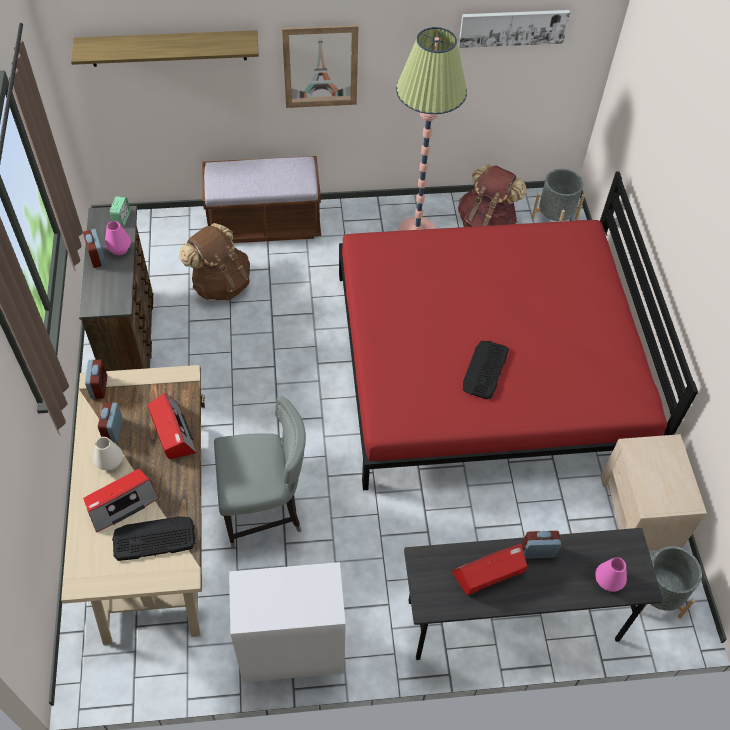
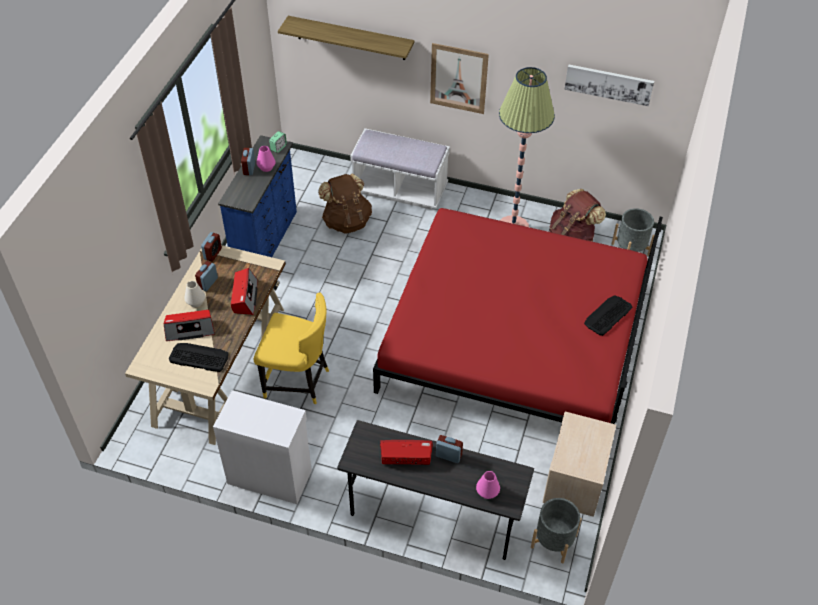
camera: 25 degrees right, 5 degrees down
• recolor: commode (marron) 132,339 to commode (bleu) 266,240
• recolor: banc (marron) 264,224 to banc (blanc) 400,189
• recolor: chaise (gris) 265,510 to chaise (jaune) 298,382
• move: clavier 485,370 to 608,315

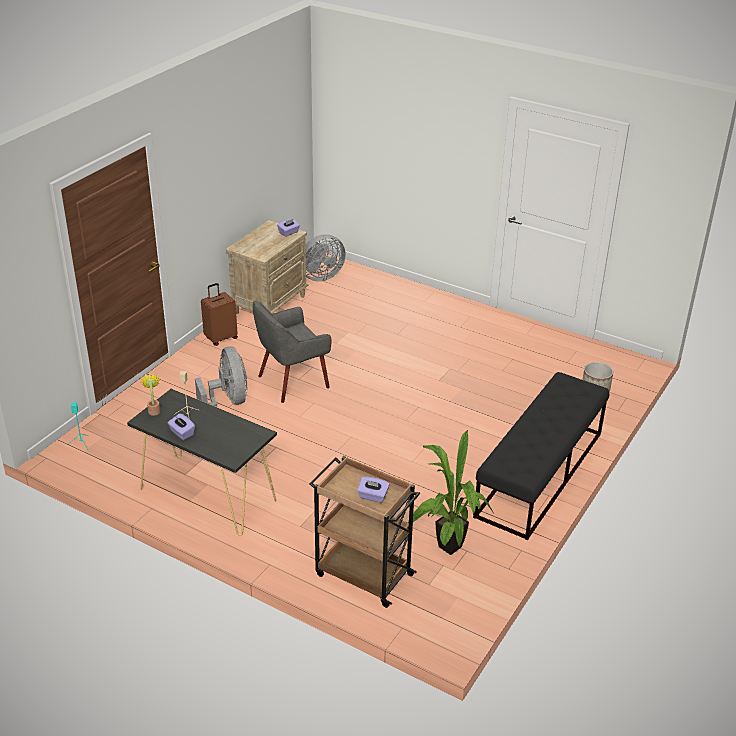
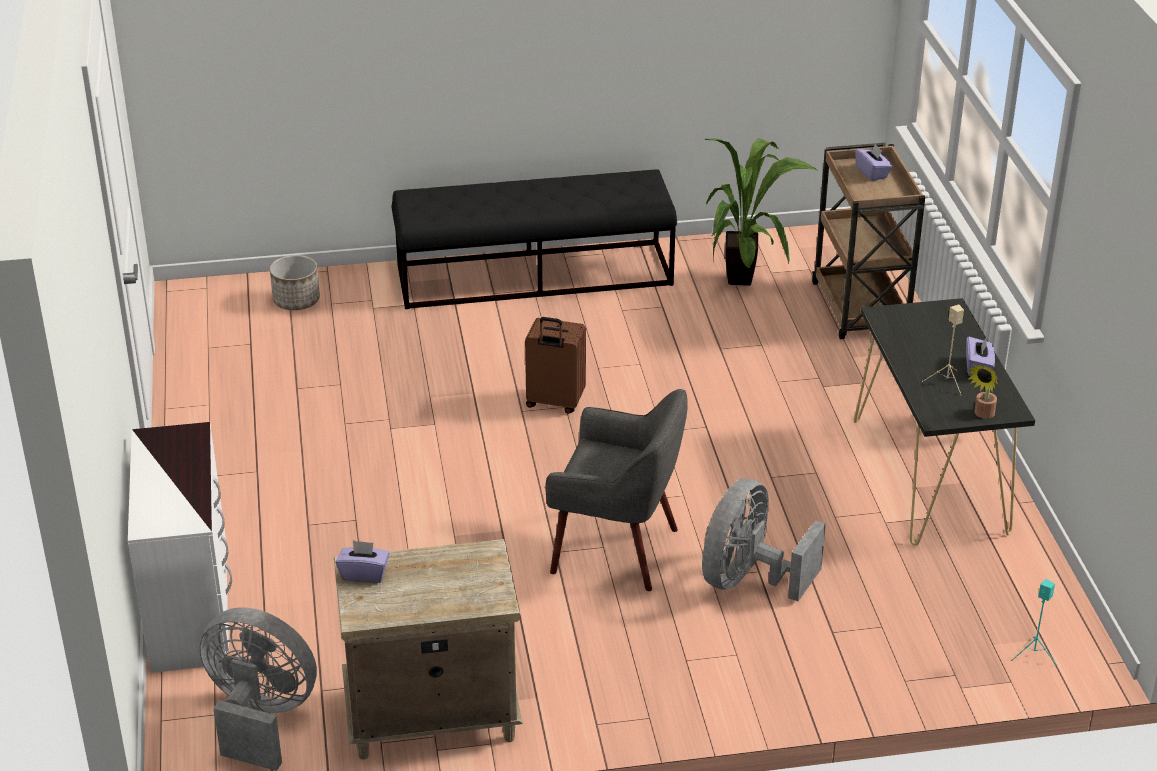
camera: 130 degrees left, 0 degrees up
• move: valise (marron) 220,338 to 554,402
• insert: commode (blanc) 191,608

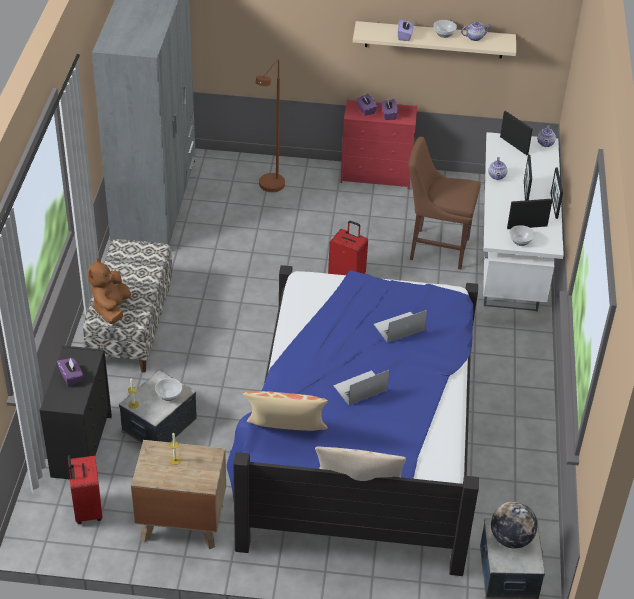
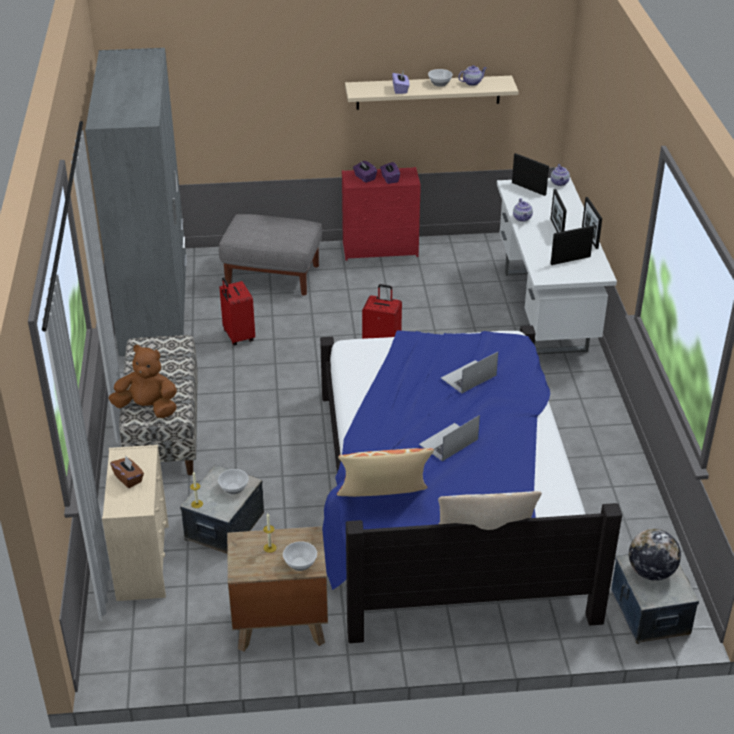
camera: 10 degrees left, 5 degrees down
• recolor: commode (noir) 82,445 to commode (beige) 143,561
• recolor: boîte à mouchoirs (violet) 71,377 to boîte à mouchoirs (marron) 128,478
• move: valise (rouge) 87,510 to 238,336
• rotate: peluche (marron) 111,309 = 147,408 105 degrees clockwise
• replace: lampadaire (marron) 269,189 to pouf (gris) 273,276
• delete: chaise (marron) 436,248
• move: bol 520,241 to 300,563

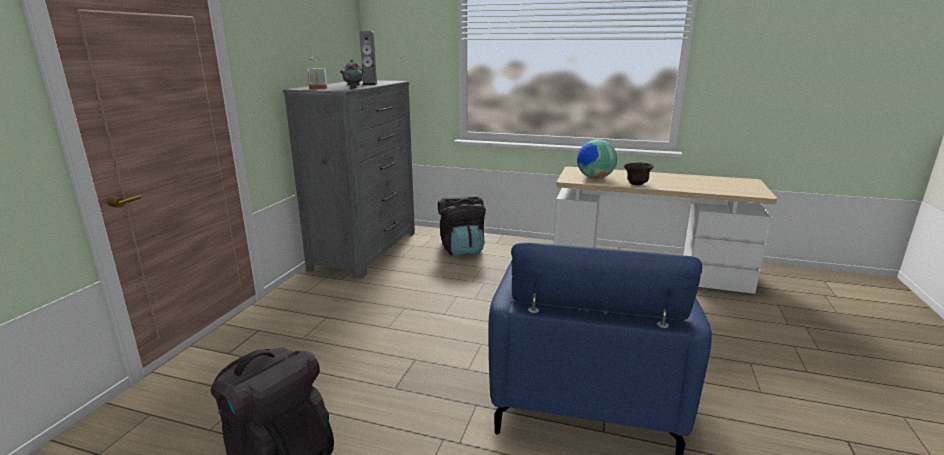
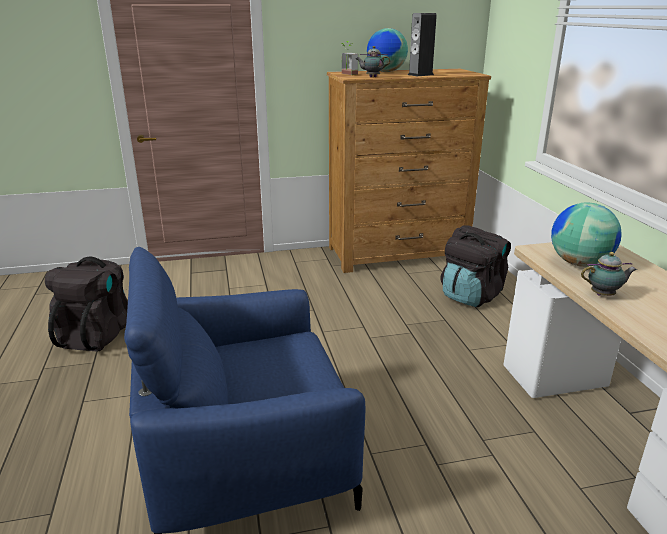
camera: 60 degrees right, 5 degrees up
• recolor: commode (gris) 366,250 to commode (marron) 397,254
• replace: bol (marron) 636,184 to théière 604,295
• insert: globe 386,72

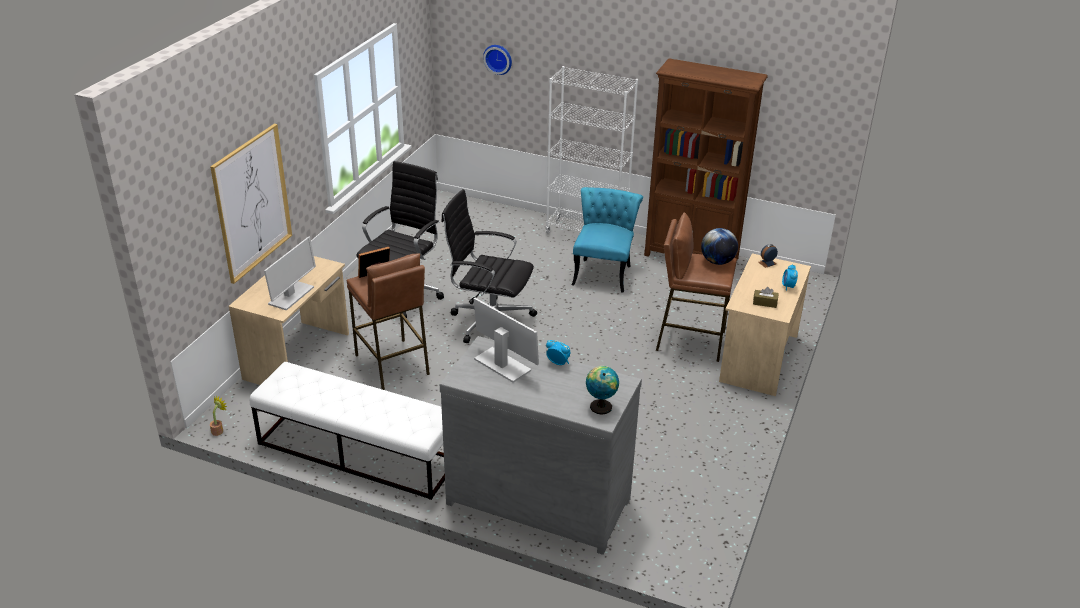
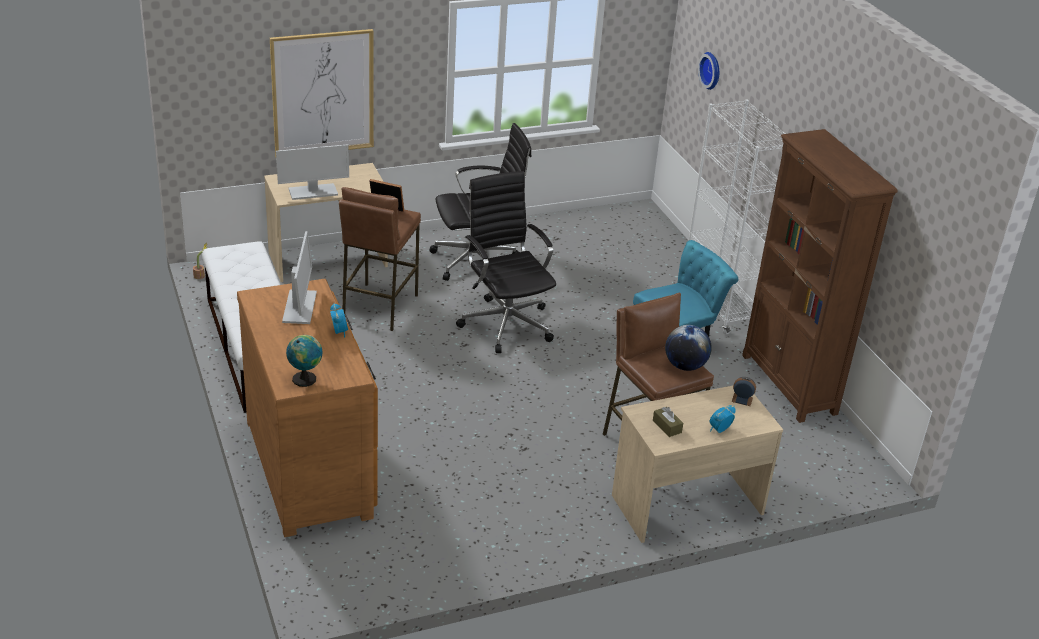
camera: 45 degrees right, 0 degrees up
• recolor: commode (gris) 539,498 to commode (marron) 311,467

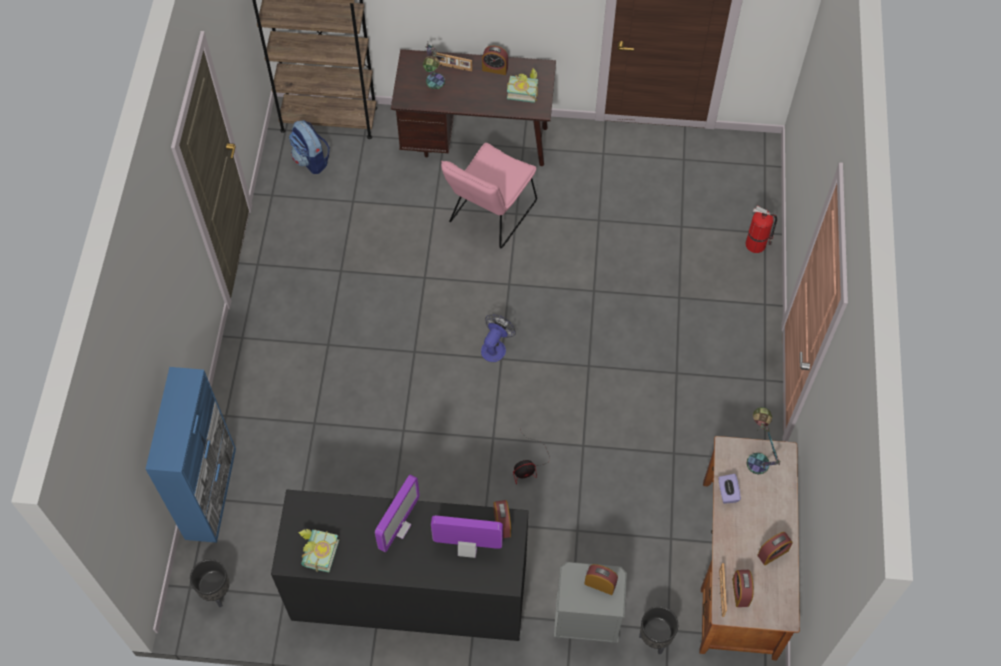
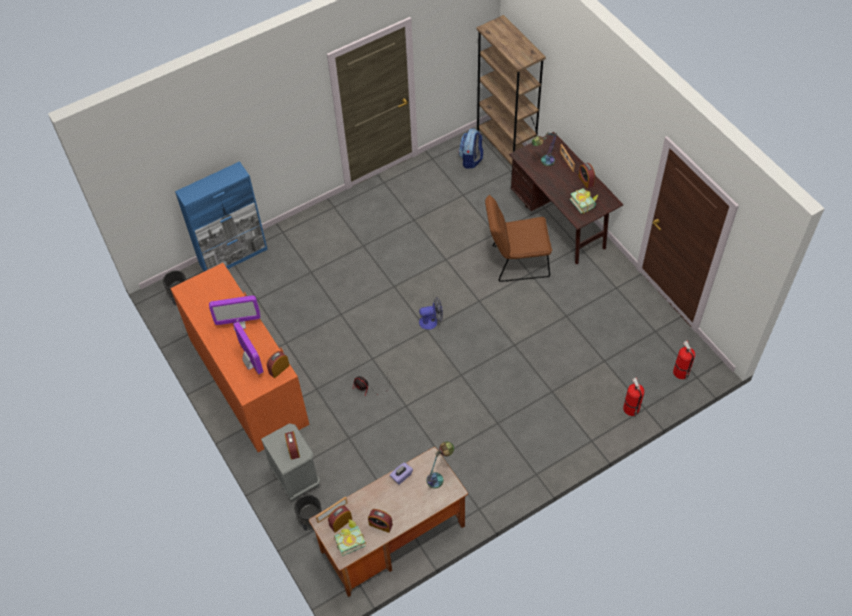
camera: 55 degrees right, 5 degrees down
• recolor: commode (noir) 409,590 to commode (orange) 248,380
• move: livre 317,553 to 349,540
• recolor: chaise (rose) 489,216 to chaise (marron) 515,261
• insert: extincteur 681,373

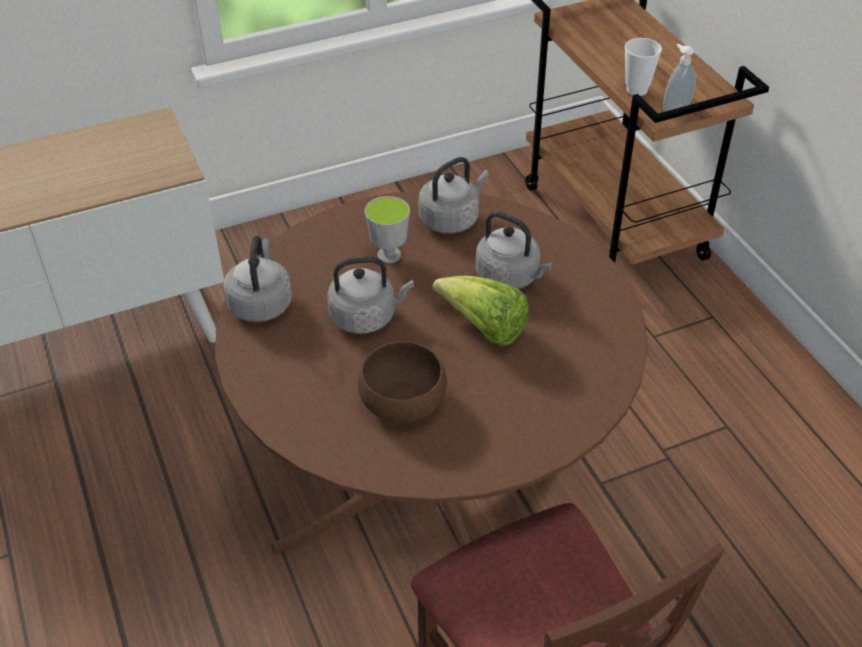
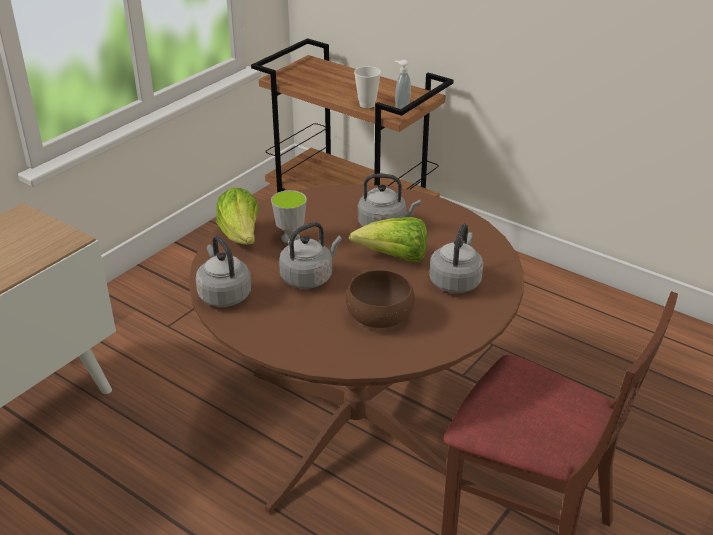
camera: 30 degrees left, 10 degrees down
• move: bouilloire (gris) 451,219 to 456,281
• insert: laitue 241,237

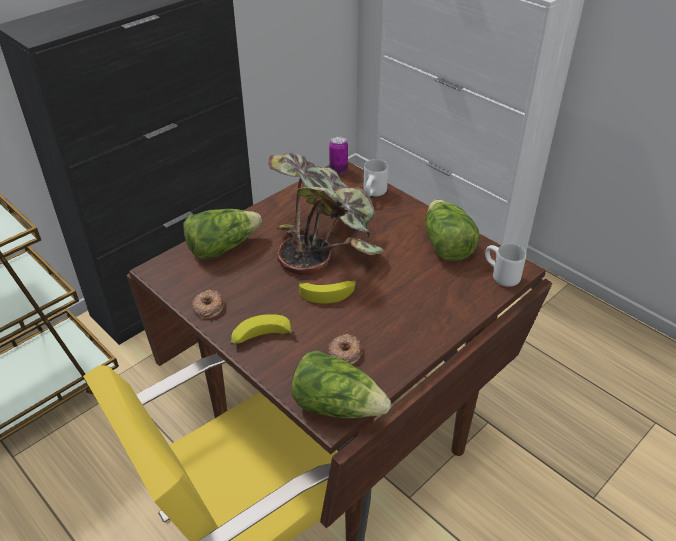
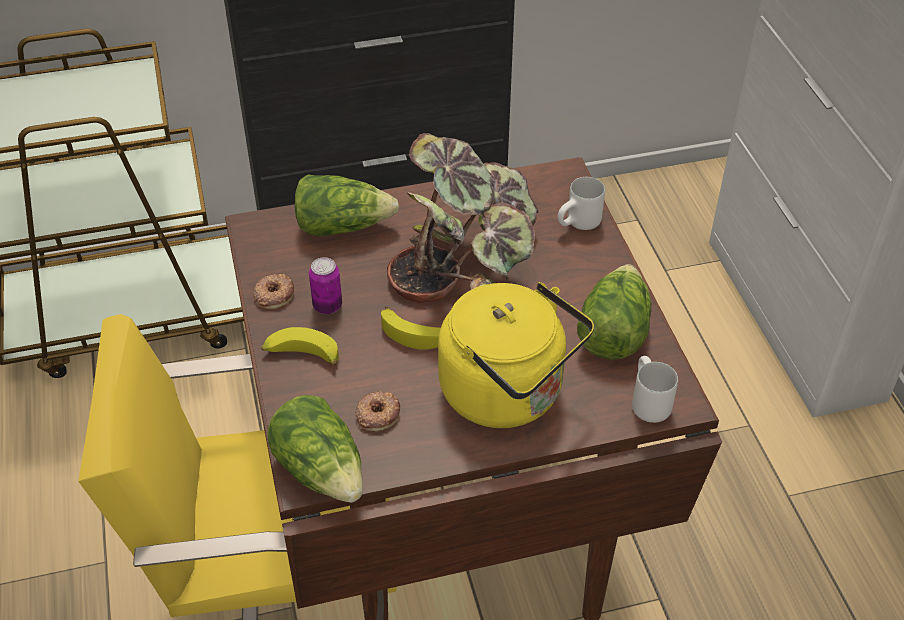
camera: 30 degrees right, 5 degrees up
• move: boîte métallique 338,170 to 327,306
• insert: bouilloire (jaune) 509,394

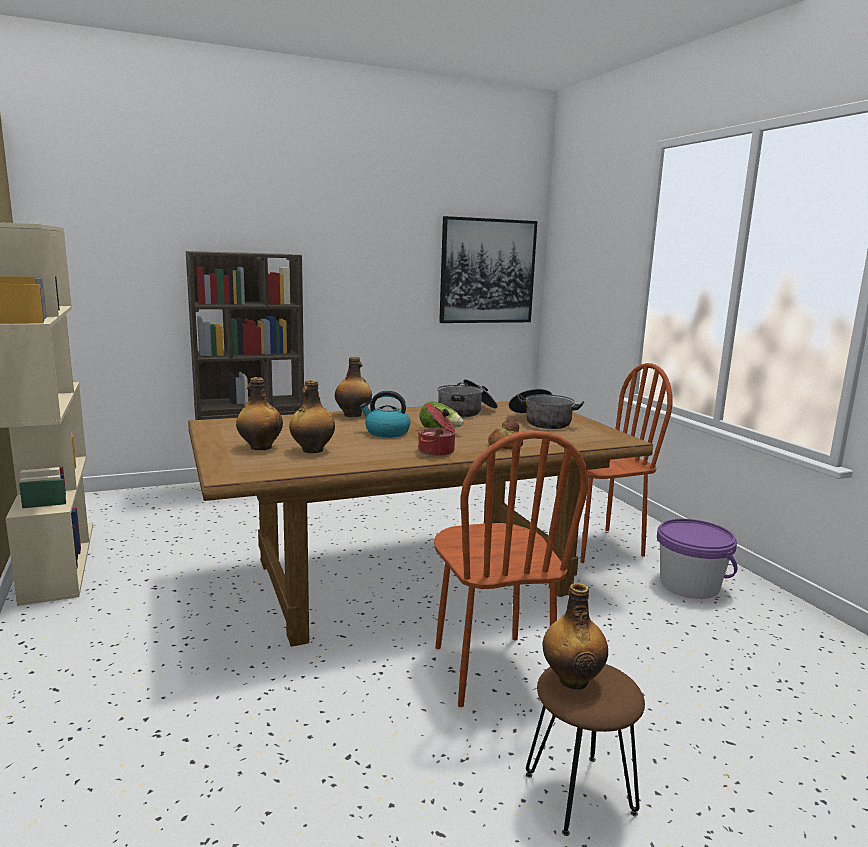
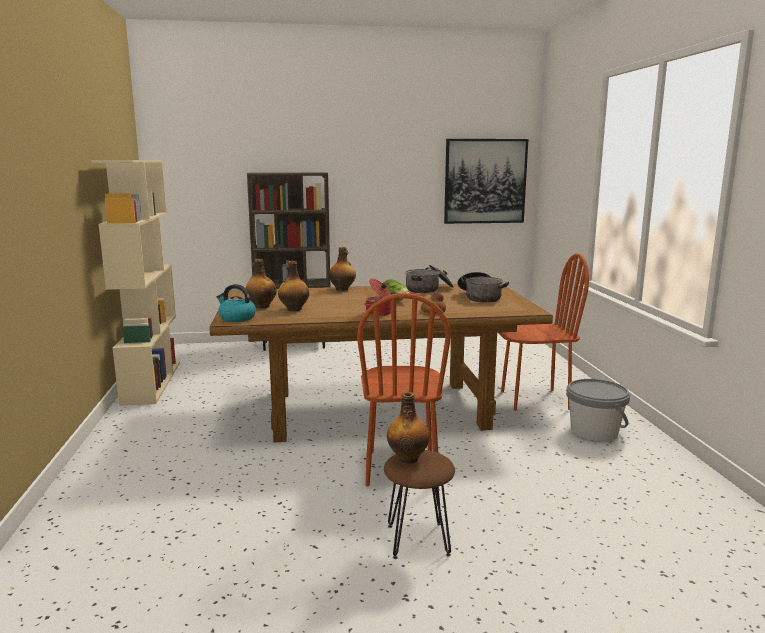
camera: 15 degrees right, 0 degrees up
• move: bouilloire 386,432 to 236,318
• recolor: seau (violet) 689,585 to seau (gris) 594,432

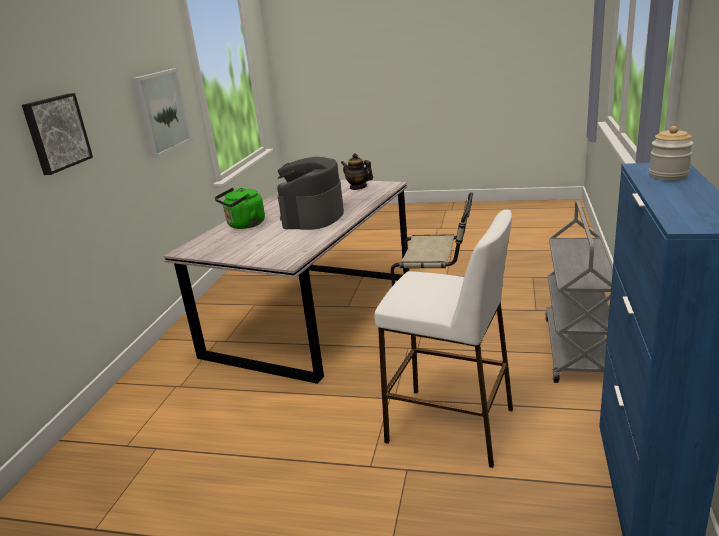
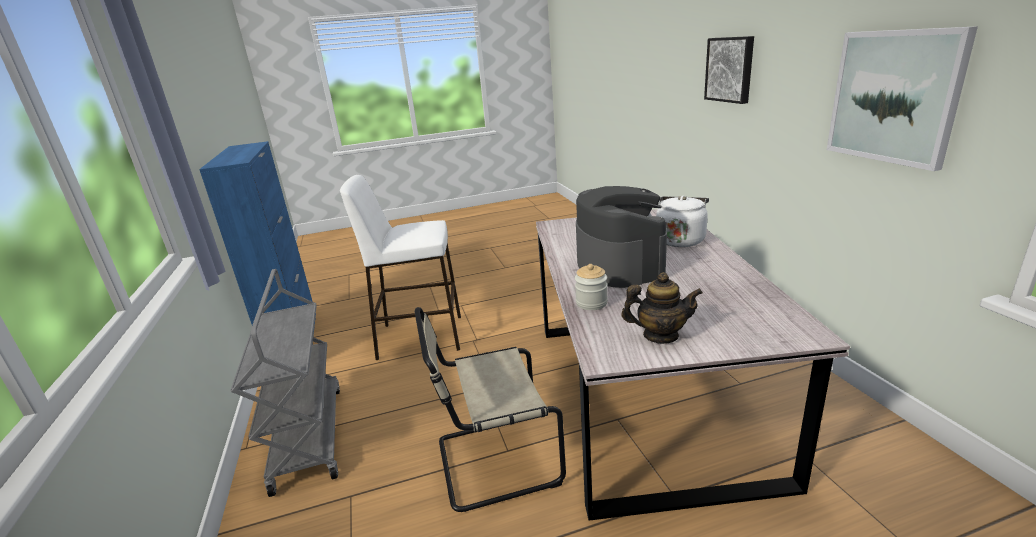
camera: 150 degrees right, 0 degrees up
• recolor: bouilloire (vert) 244,225 to bouilloire (blanc) 679,240
• move: bocal 668,175 to 591,303

